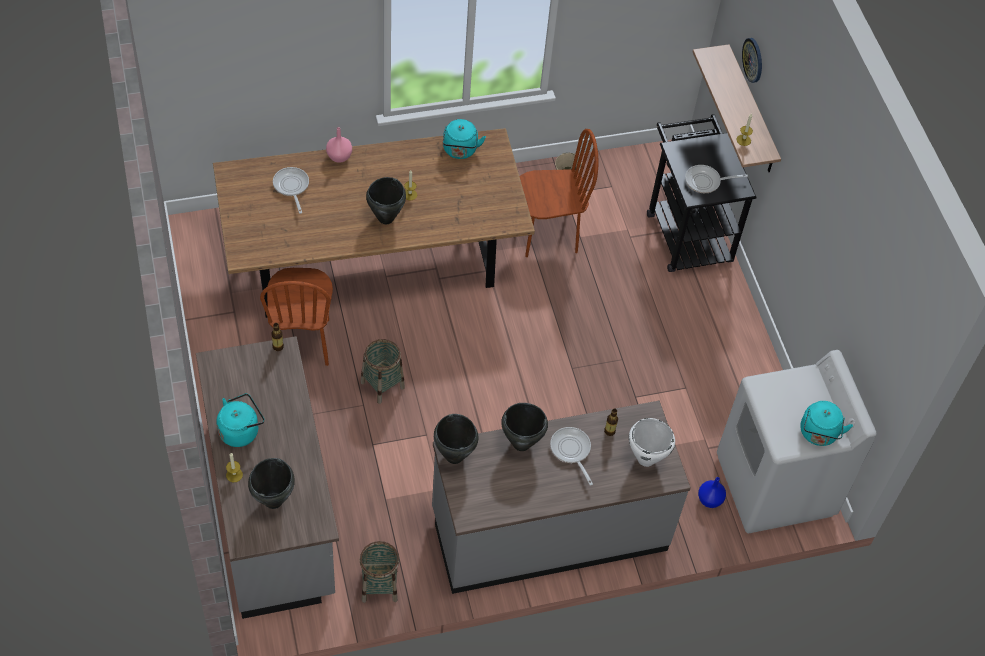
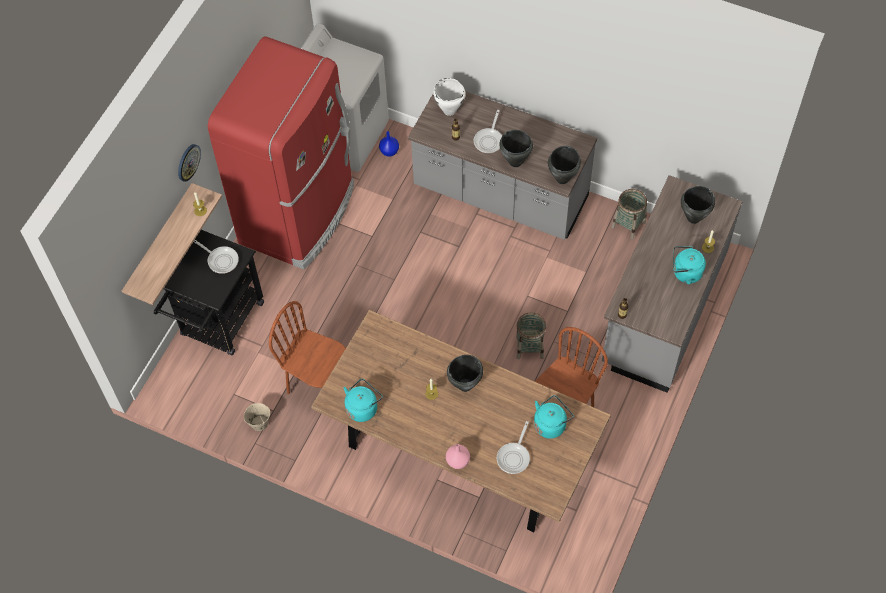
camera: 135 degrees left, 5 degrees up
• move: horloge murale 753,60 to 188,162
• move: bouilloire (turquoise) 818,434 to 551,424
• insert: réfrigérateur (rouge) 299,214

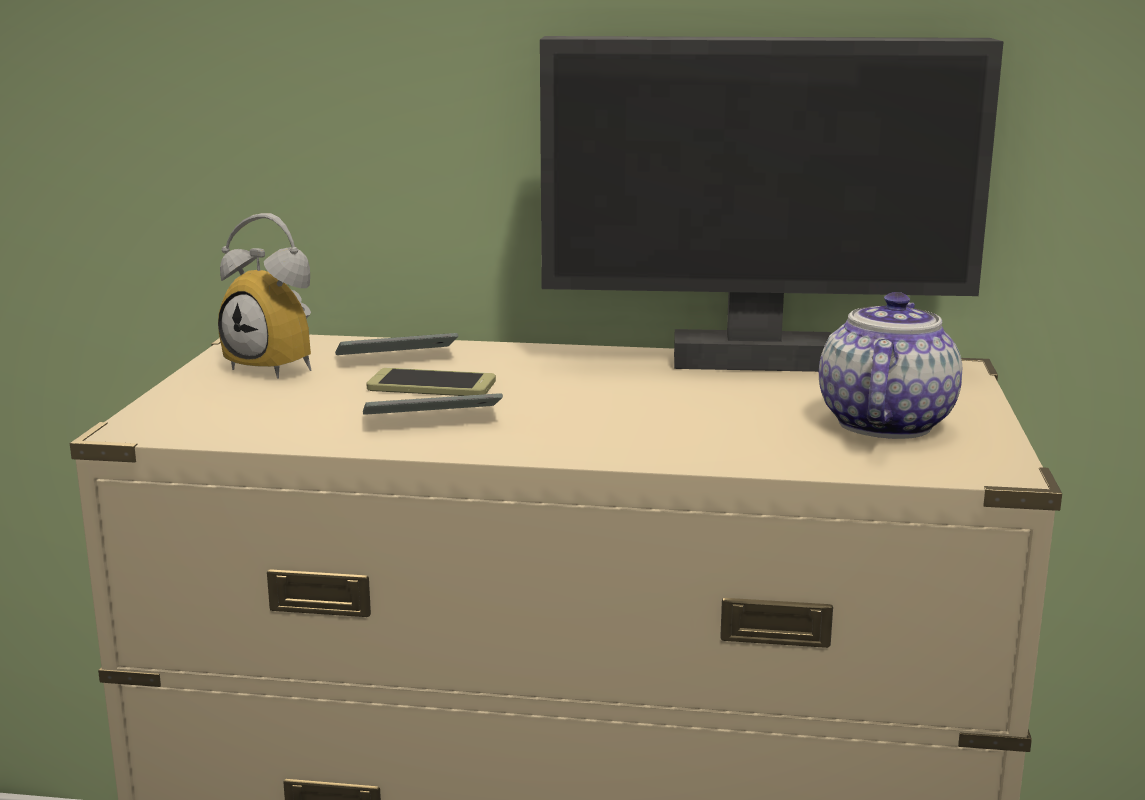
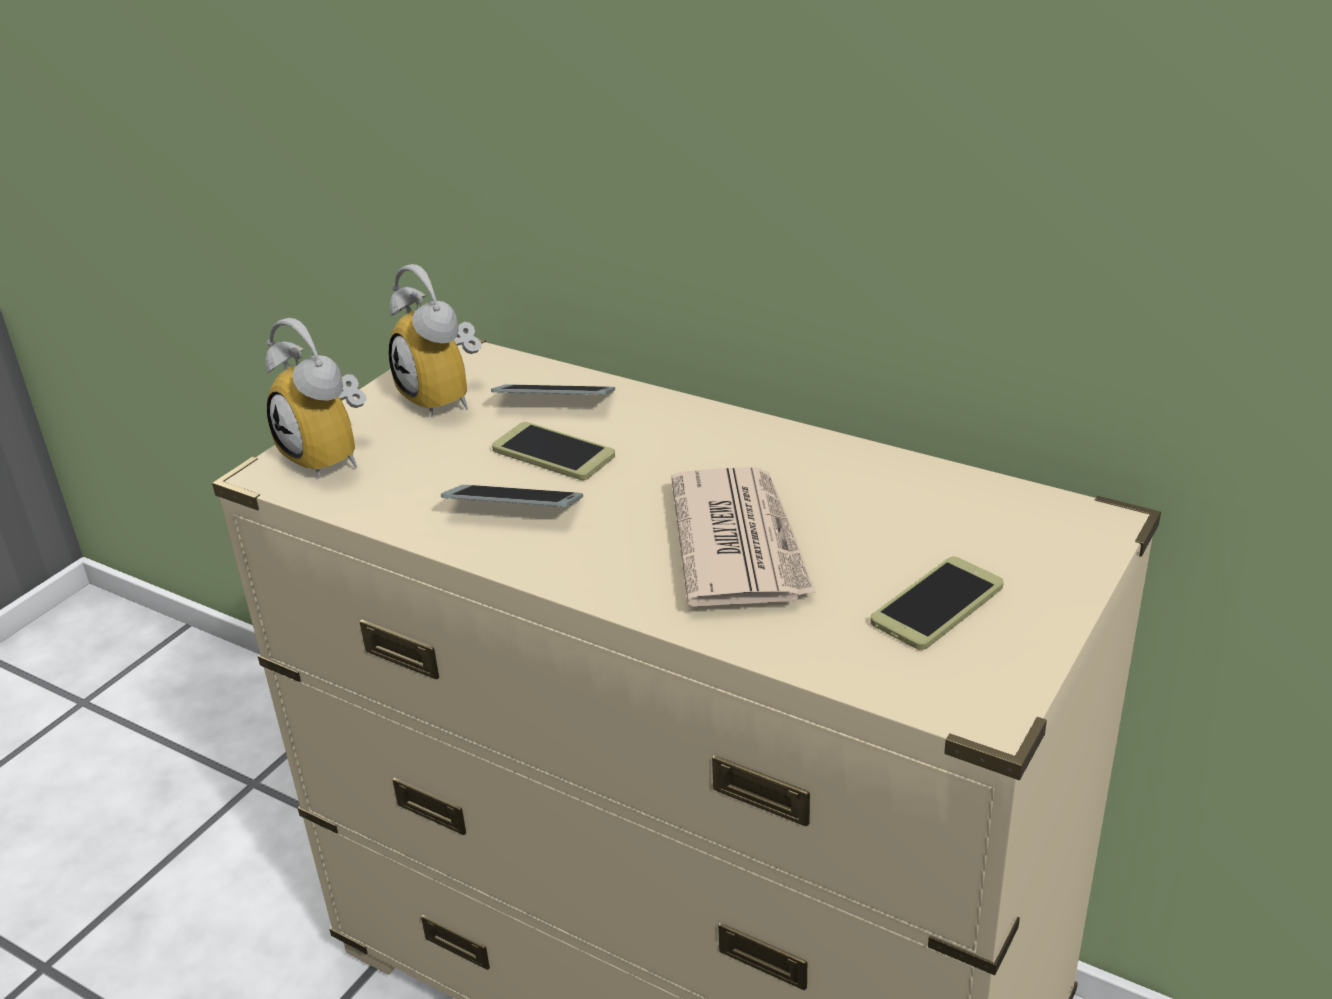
camera: 25 degrees right, 15 degrees up
• delete: écran d'ordinateur 752,360
• replace: théière 884,423 to téléphone 937,604
• insert: réveil 334,456
• insert: journal 739,543

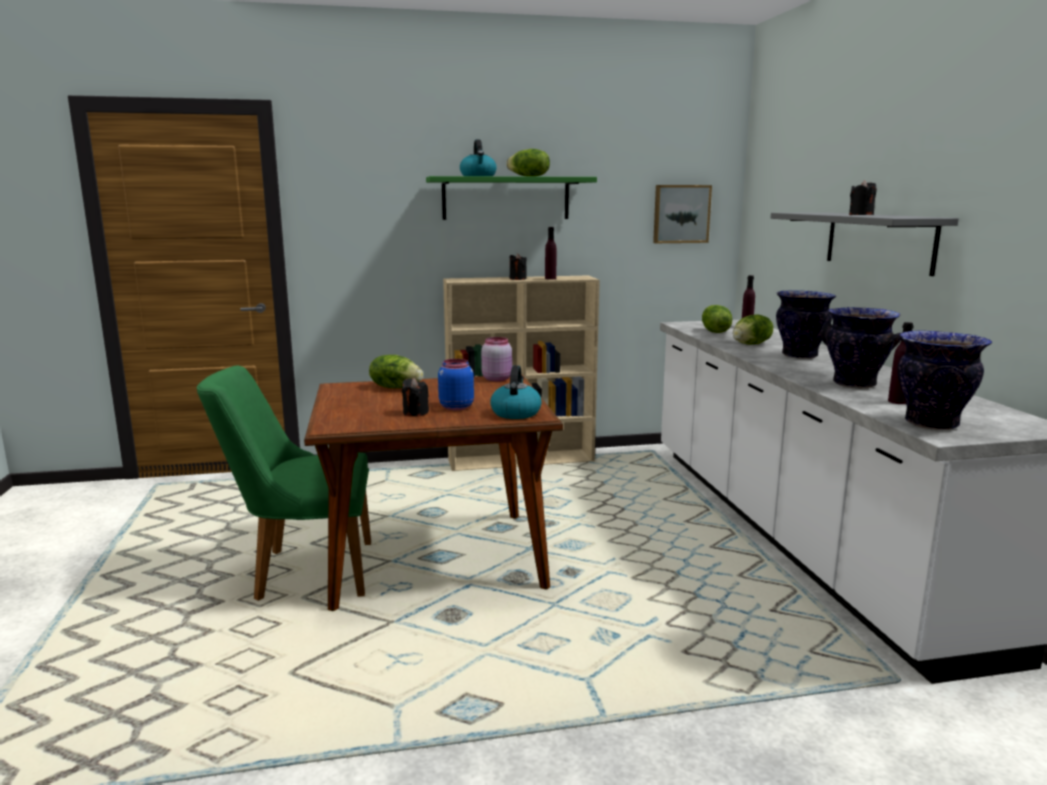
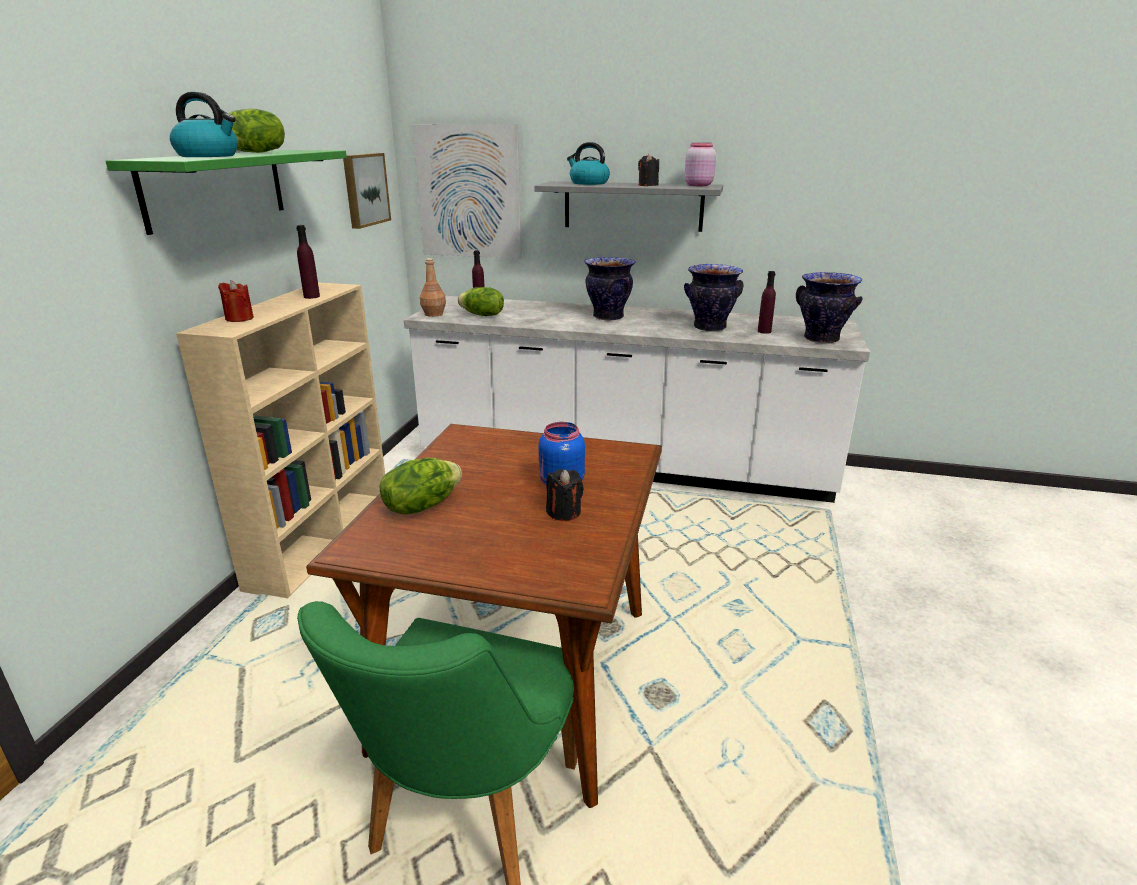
camera: 65 degrees left, 10 degrees up
• move: bocal (rose) 497,379 to 697,185
• move: bouilloire 515,413 to 588,183
• delete: bougie (noir) 518,279
• delete: laitue 751,344
• insert: bougie (rouge) 239,318
• insert: tableau 468,192
• insert: bouteille (marron) 434,314

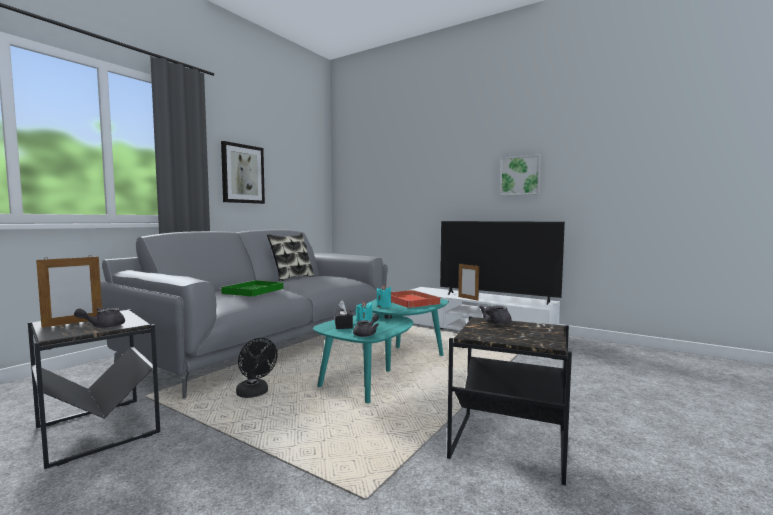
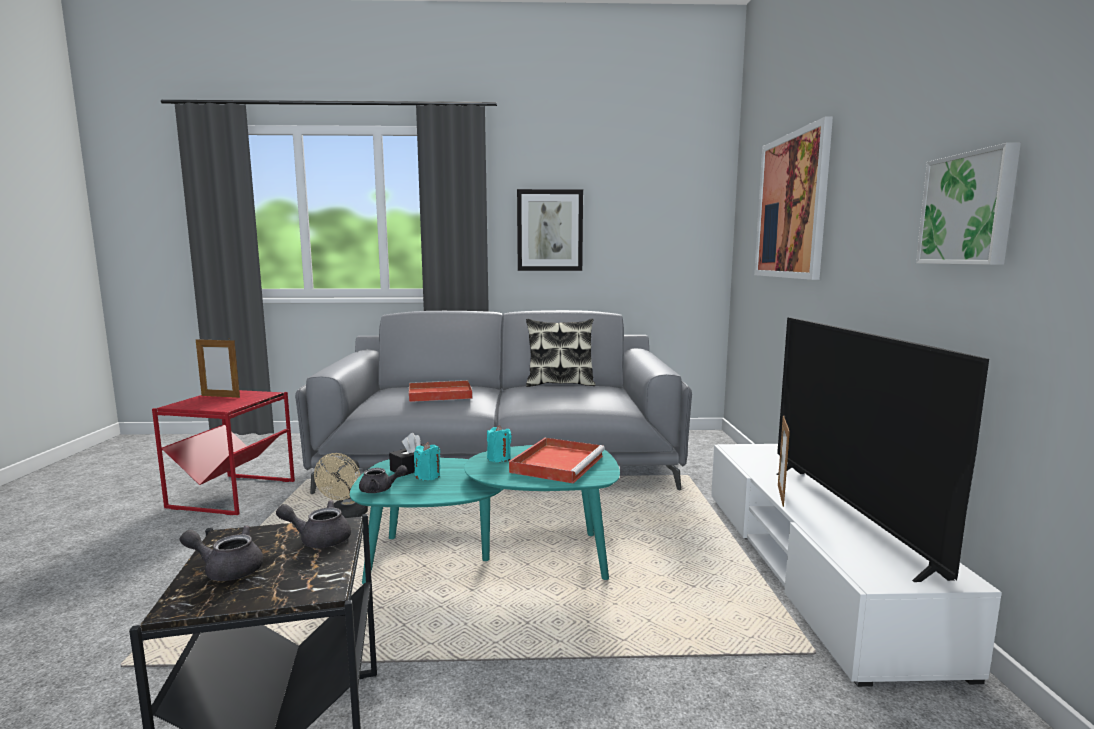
camera: 55 degrees right, 5 degrees up
• recolor: table d'appoint (noir) 98,430 to table d'appoint (rouge) 234,494
• move: théière (gris) 103,326 to 228,569
• recolor: plateau (vert) 252,291 to plateau (rouge) 438,394
• recolor: ventilateur (noir) 255,394 to ventilateur (beige) 346,516
• insert: tableau 791,206

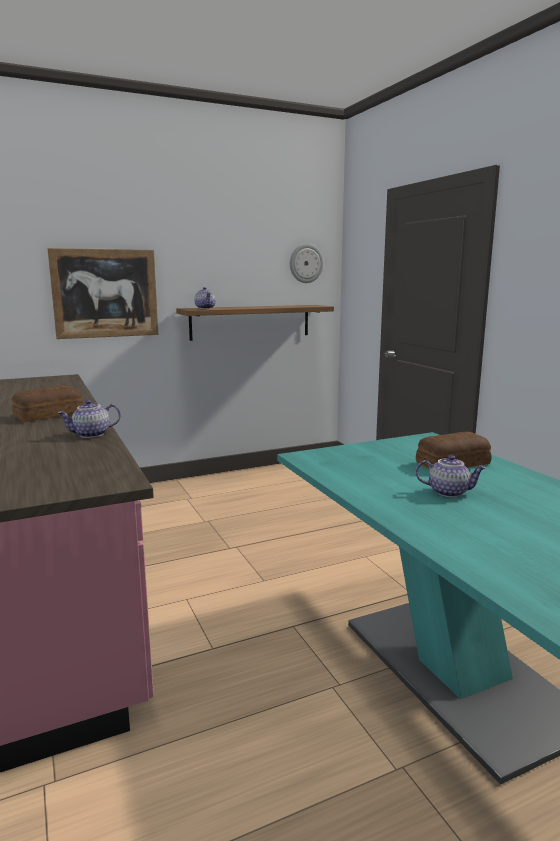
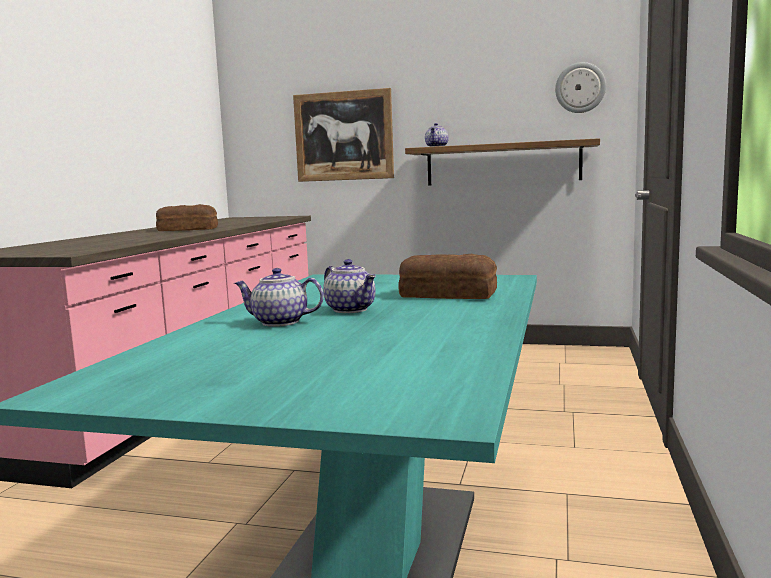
camera: 40 degrees right, 5 degrees down
• move: théière 91,435 to 279,323

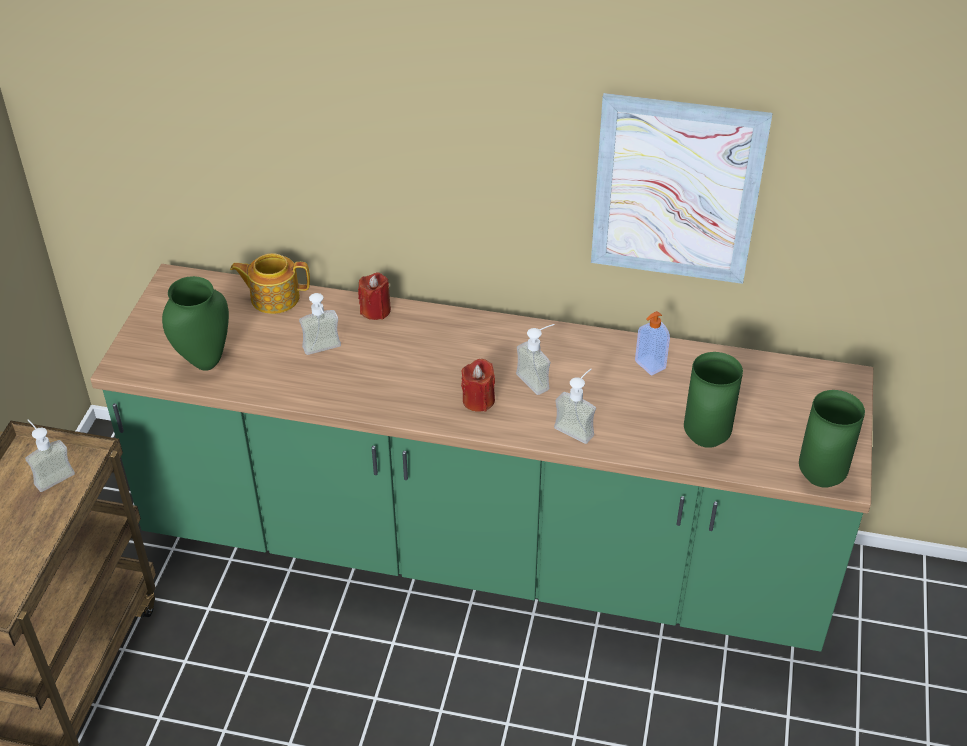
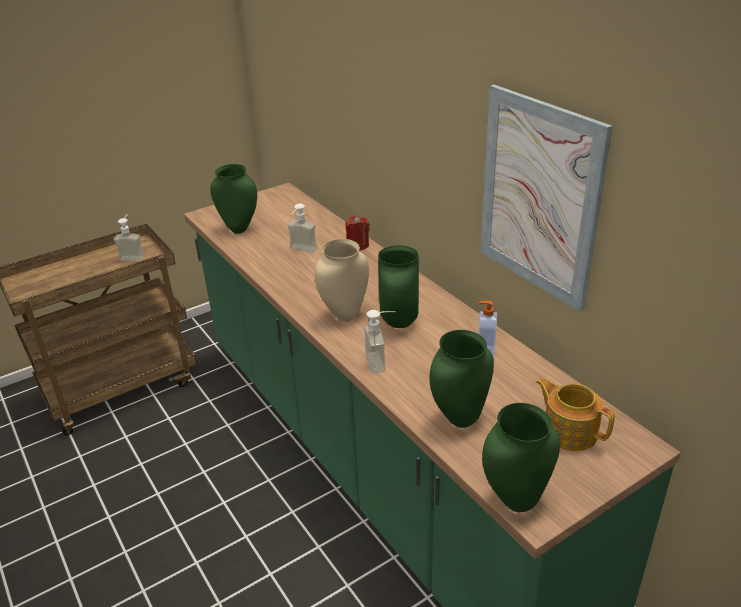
camera: 45 degrees right, 10 degrees down
• move: théière 274,297 to 569,431
• replace: bougie (rouge) 478,400 to vase (beige) 344,315
• replace: distributeur de savon 539,379 to vase (vert) 398,323

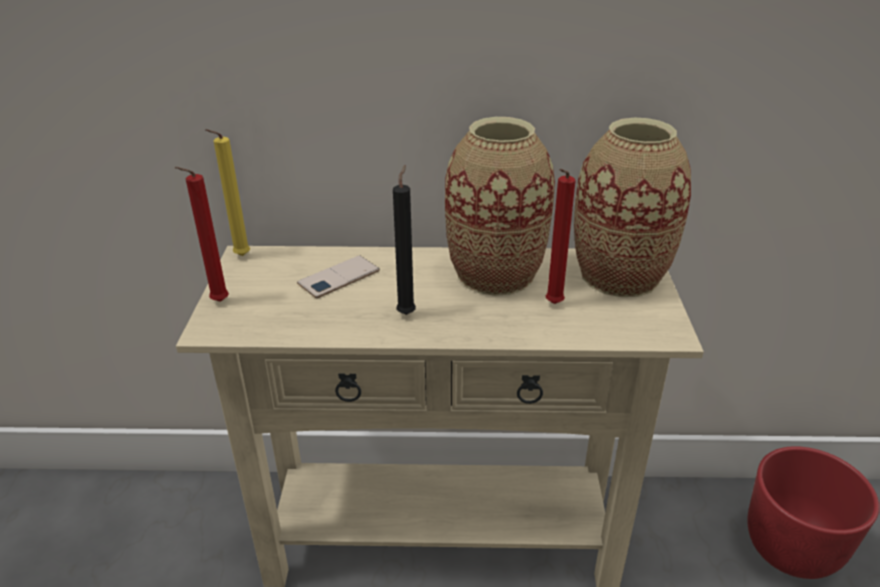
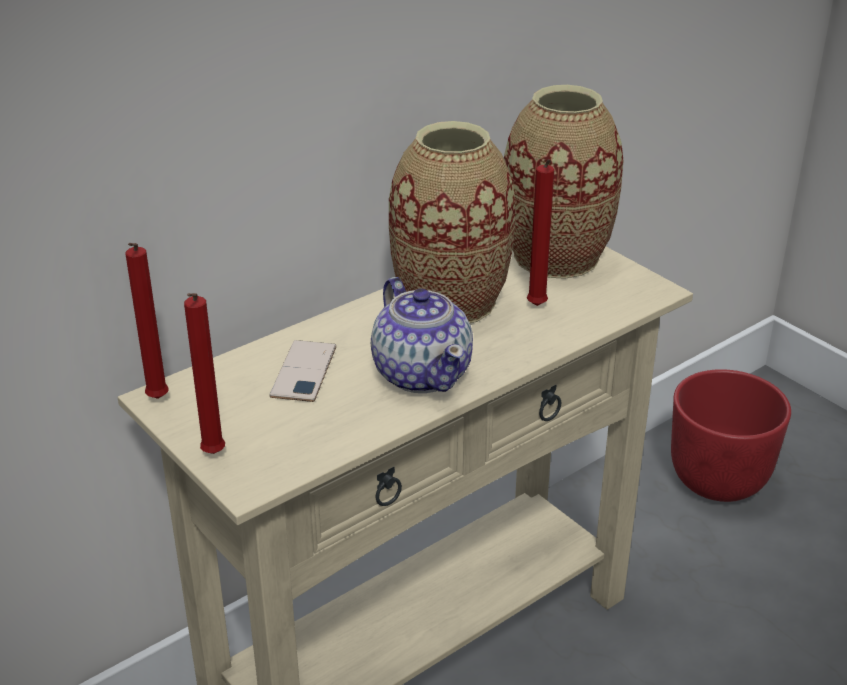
camera: 40 degrees left, 0 degrees up
• recolor: bougie (jaune) 240,257 to bougie (rouge) 156,401
• replace: bougie (noir) 407,312 to théière 422,373

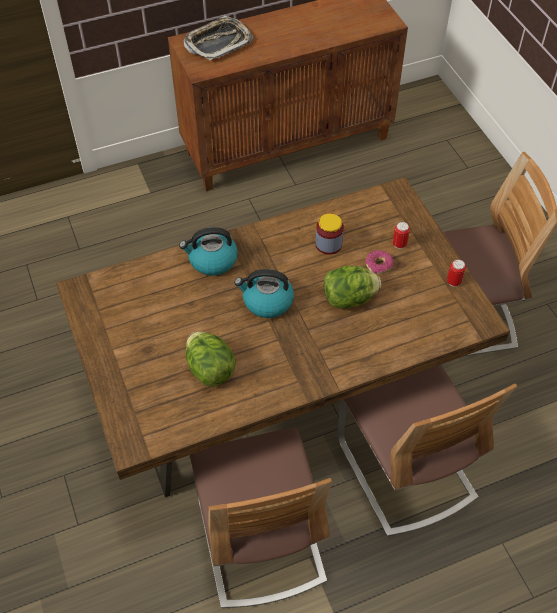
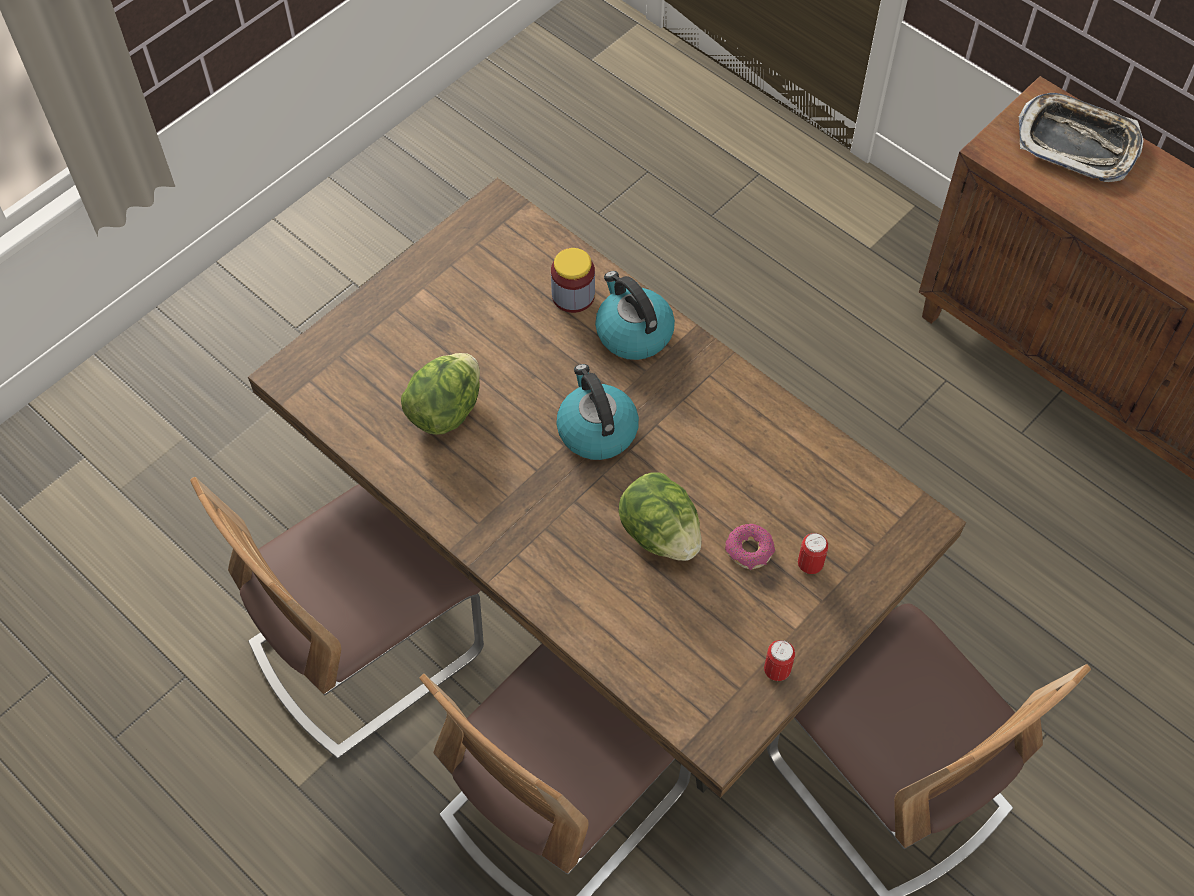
camera: 65 degrees right, 5 degrees up
• move: bocal 328,244 to 573,295

